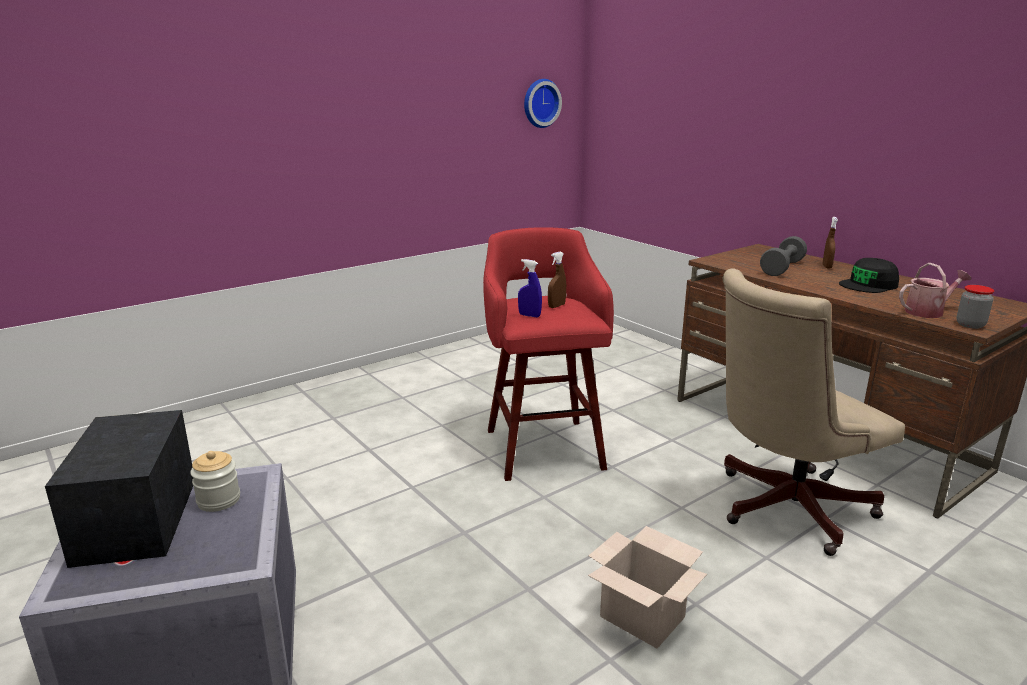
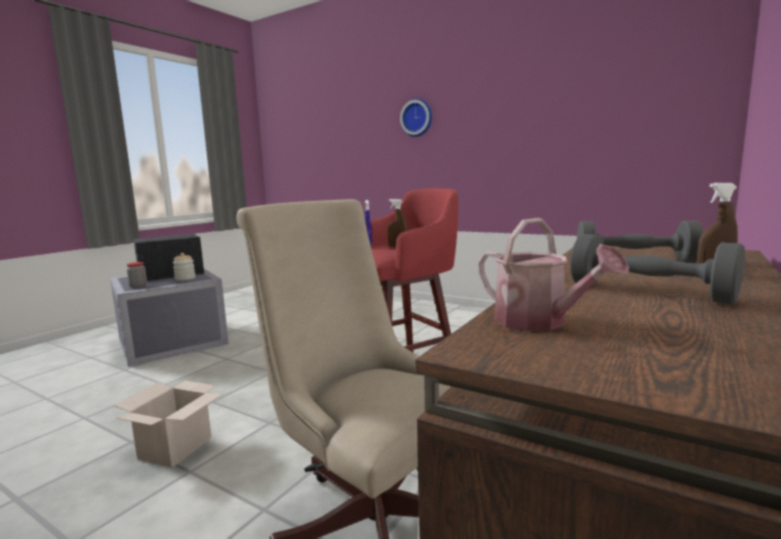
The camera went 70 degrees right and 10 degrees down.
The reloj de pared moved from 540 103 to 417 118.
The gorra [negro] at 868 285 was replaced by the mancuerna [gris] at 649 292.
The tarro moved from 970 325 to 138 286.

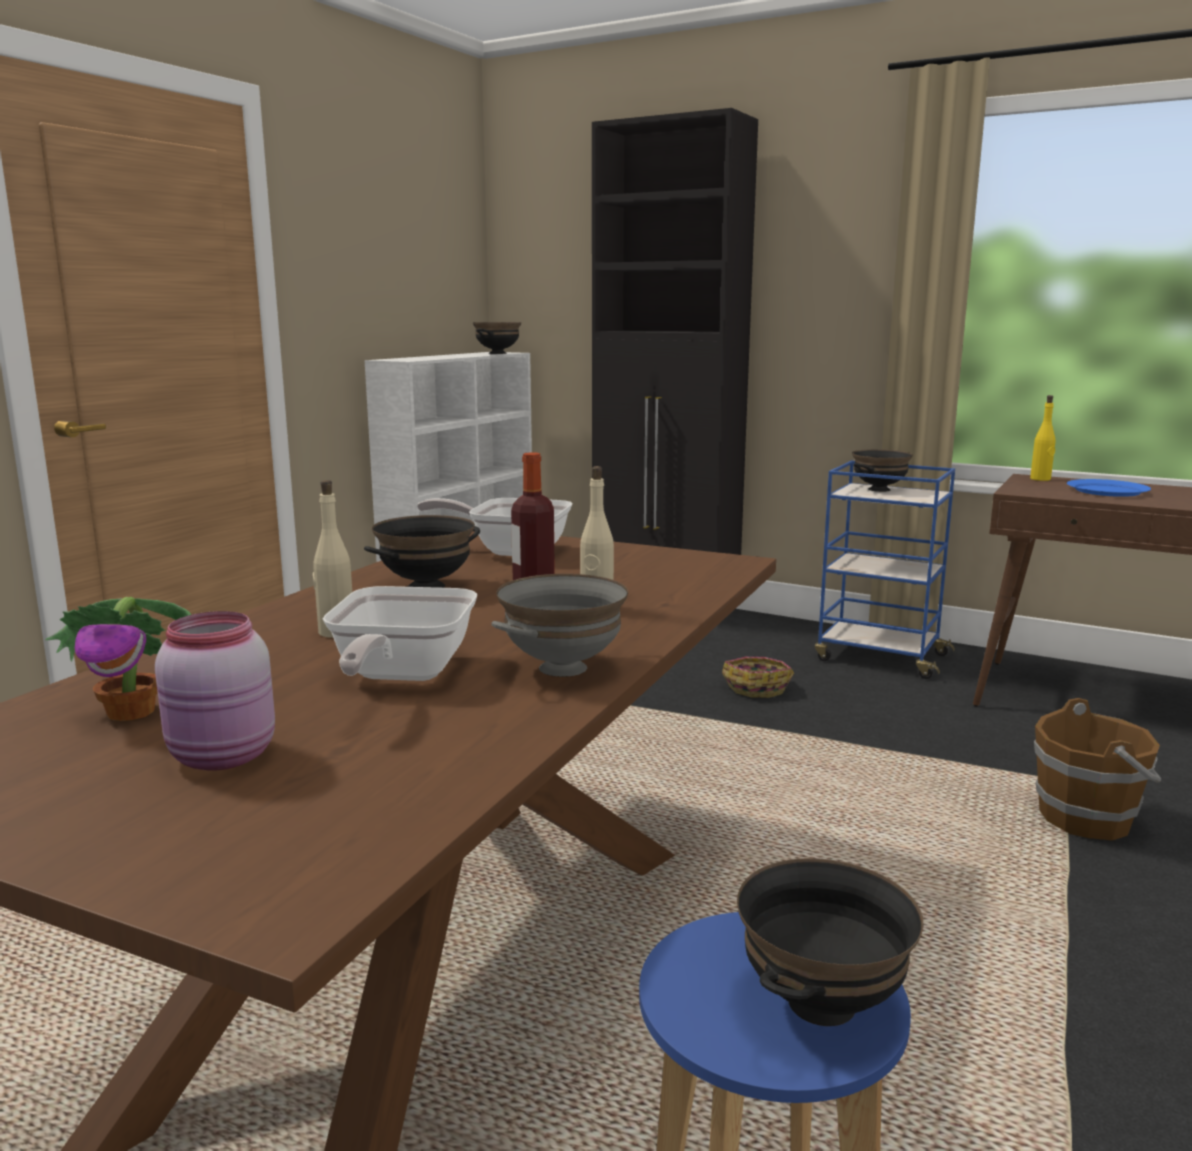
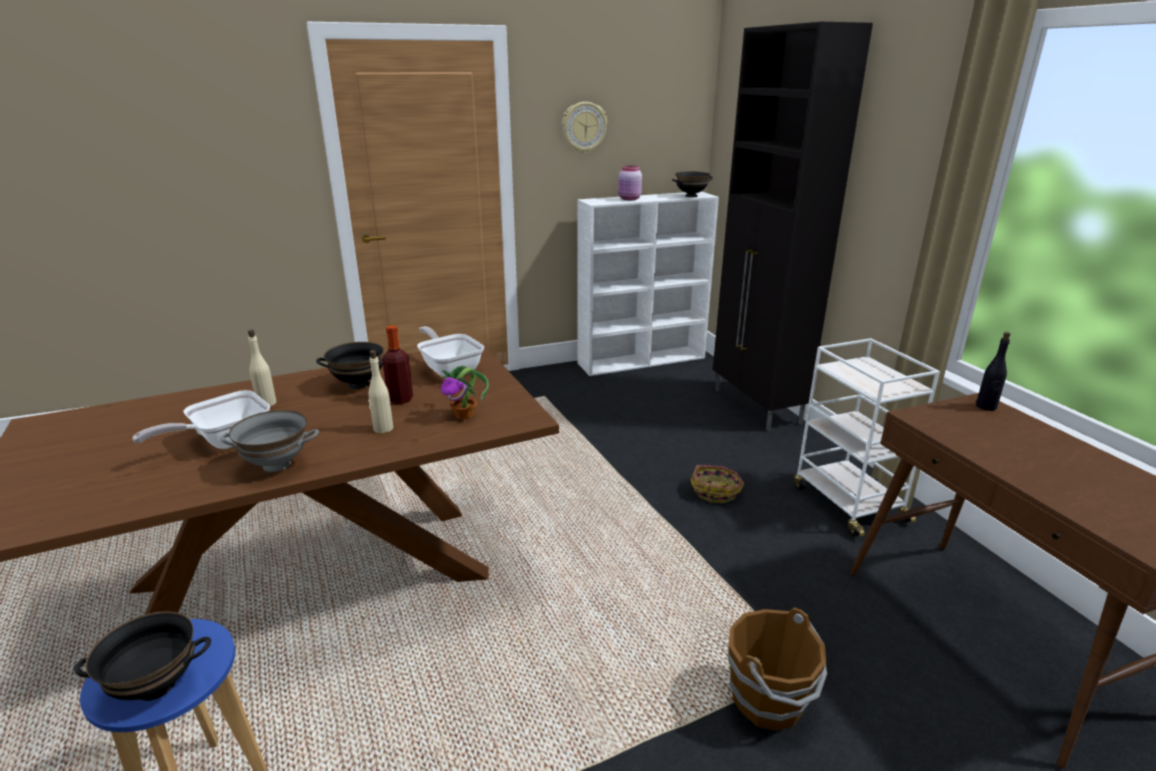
The camera went 40 degrees right and 10 degrees up.
The botella [amarillo] at 1040 479 became the botella [negro] at 986 407.
The cuenco [negro] at 878 489 disappeared.
The carrito [azul] at 879 657 became the carrito [blanco] at 847 503.
The plato [azul] at 1107 491 disappeared.
The planta en maceta moved from 133 712 to 465 415.
The tarro [rosa] moved from 224 757 to 629 199.
The reloj de pared at 584 127 appeared.

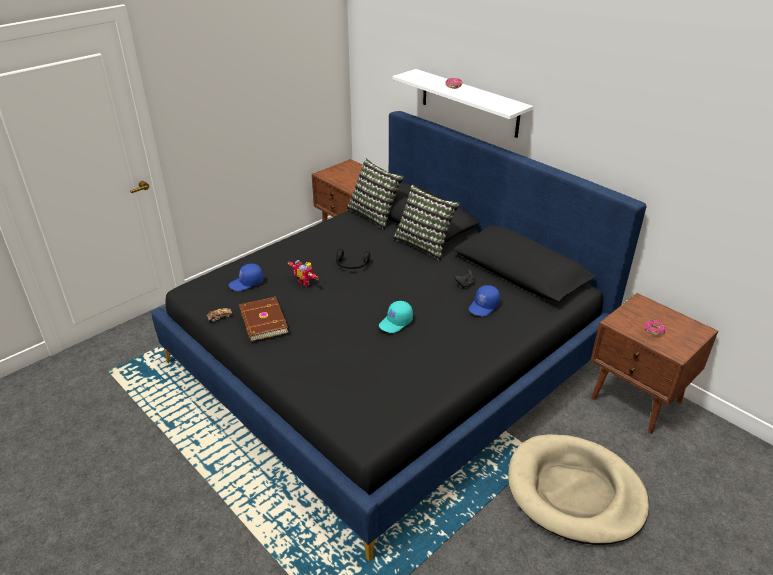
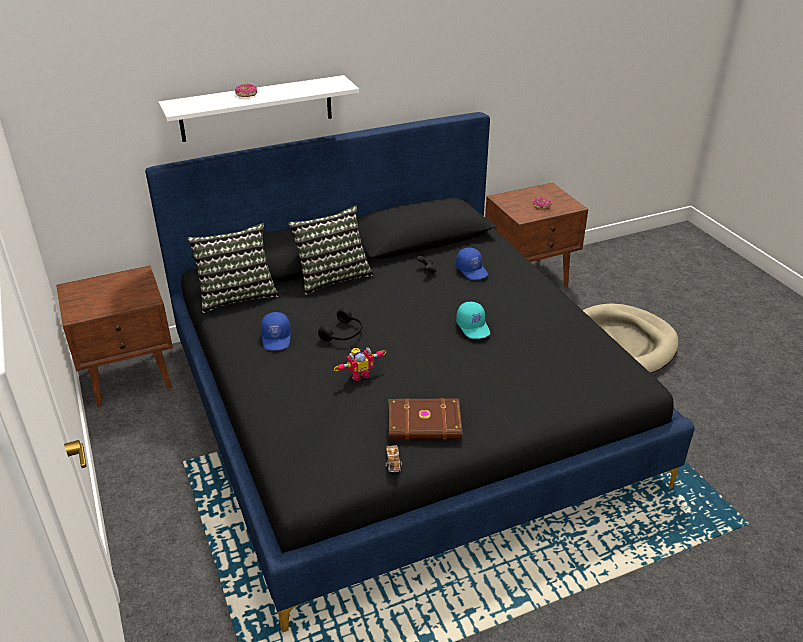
The camera went 70 degrees left and 0 degrees up.
The gorra [azul] moved from 246 283 to 277 338.

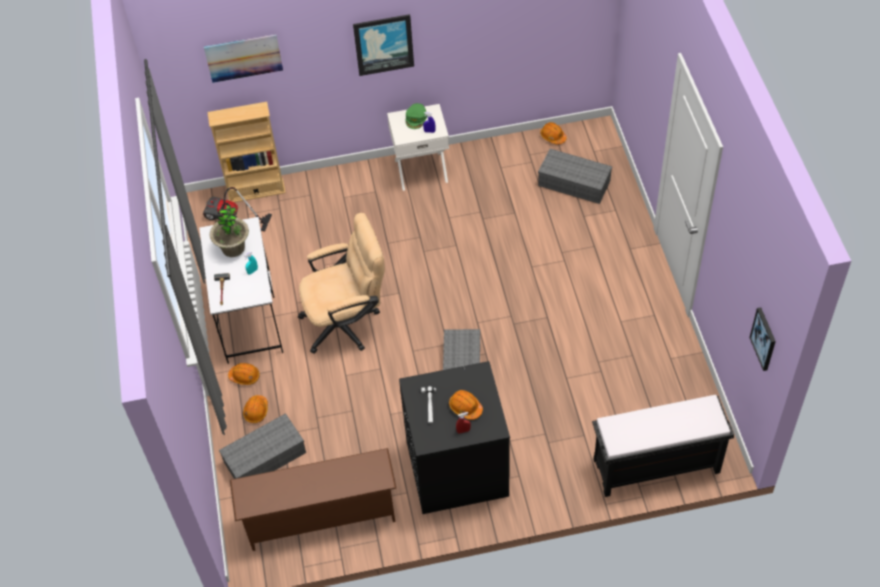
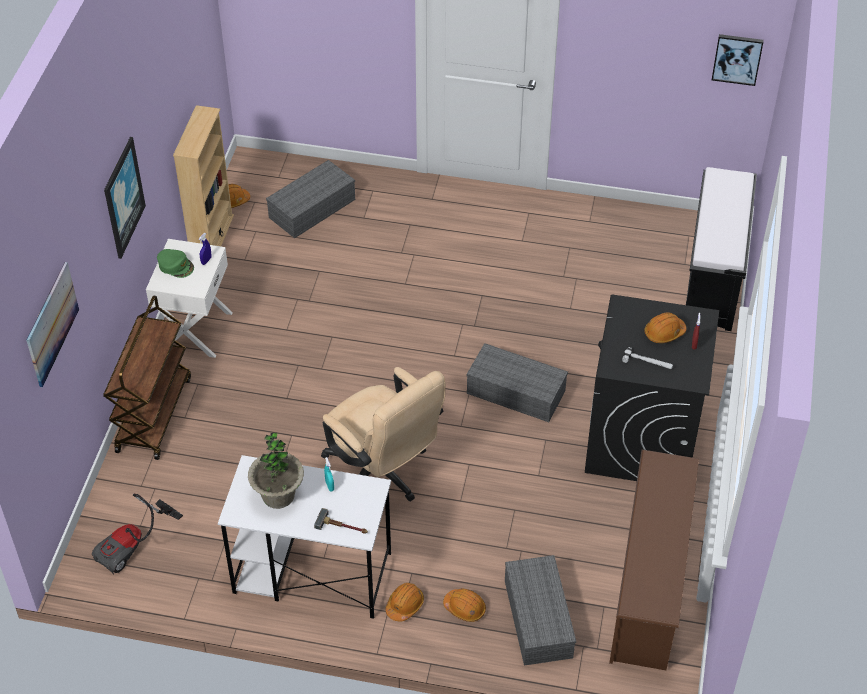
The camera went 70 degrees left and 5 degrees down.
The estantería [beis] moved from 256 191 to 212 238.
The silla de oficina [beis] at 347 322 turned 135 degrees clockwise.
The carrito [marrón] at 153 414 appeared.

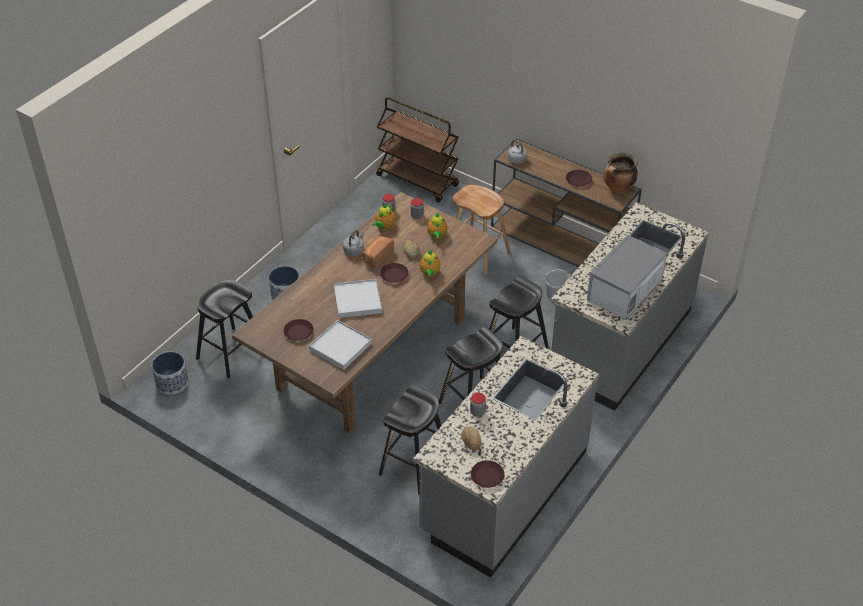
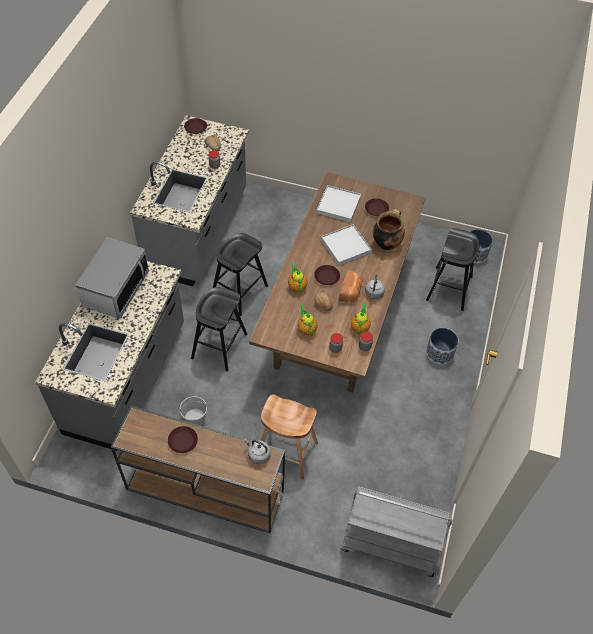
The camera went 160 degrees right and 10 degrees up.
The carrito [marrón] at 418 180 became the carrito [gris] at 389 546.
The olla moved from 618 189 to 386 243.
The taburete [negro] at 414 464 disappeared.

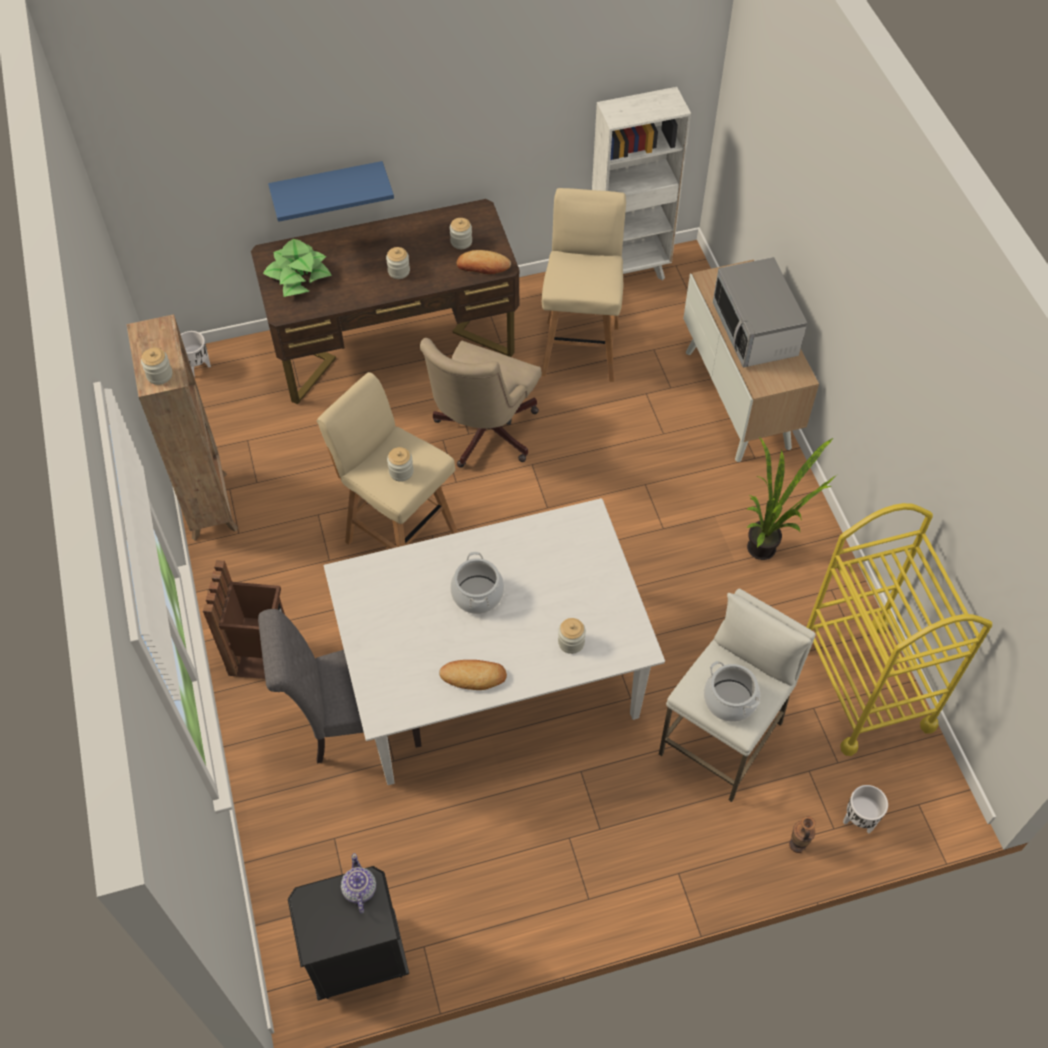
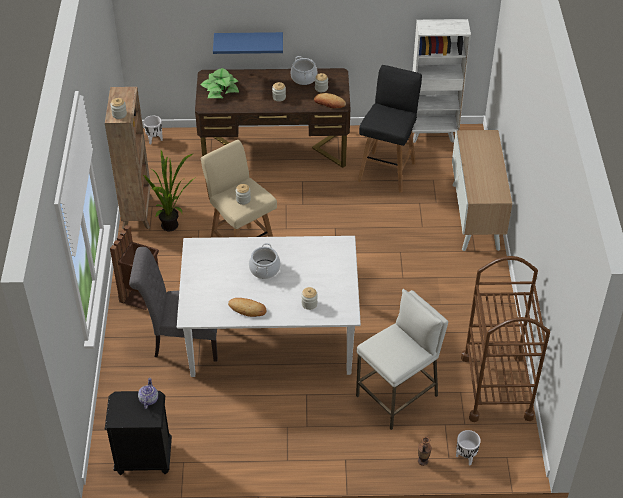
The camera went 15 degrees right and 10 degrees down.
The taburete [beis] at 581 348 became the taburete [negro] at 387 171.
The microondas at 755 331 disappeared.
The silla de oficina [beis] at 482 435 disappeared.
The planta en maceta moved from 768 549 to 174 227.
The carrito [amarillo] at 864 686 became the carrito [marrón] at 496 387.
The olla moved from 729 700 to 303 78.

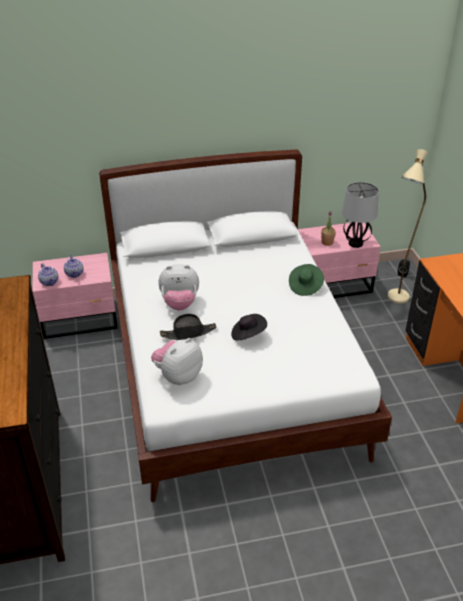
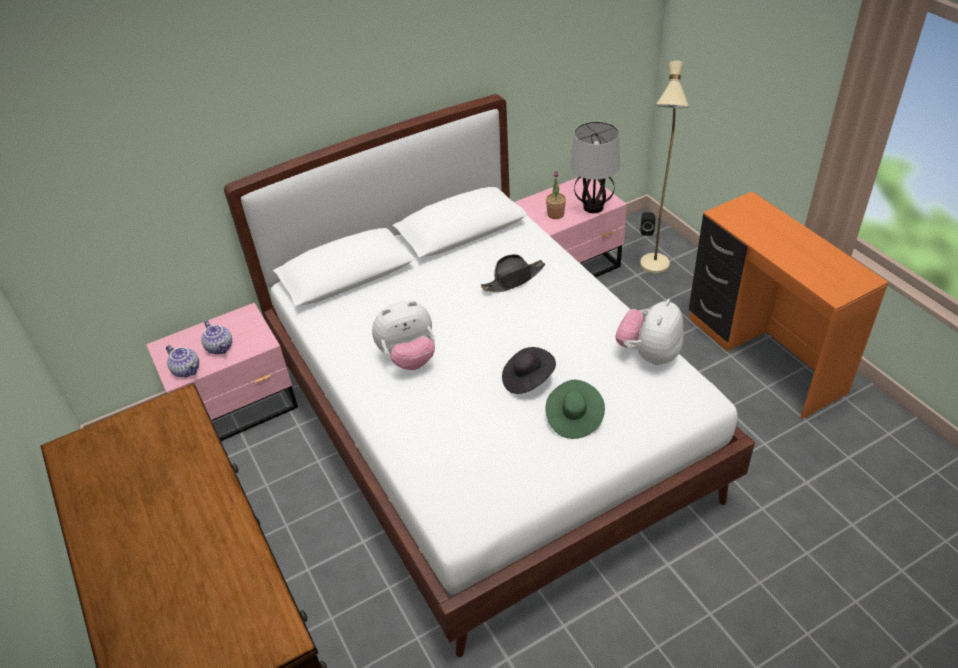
The camera went 15 degrees left and 5 degrees up.
The sombrero [verde] moved from 305 286 to 574 418.
The sombrero [negro] moved from 188 333 to 513 279.
The peluche moved from 178 376 to 649 354.

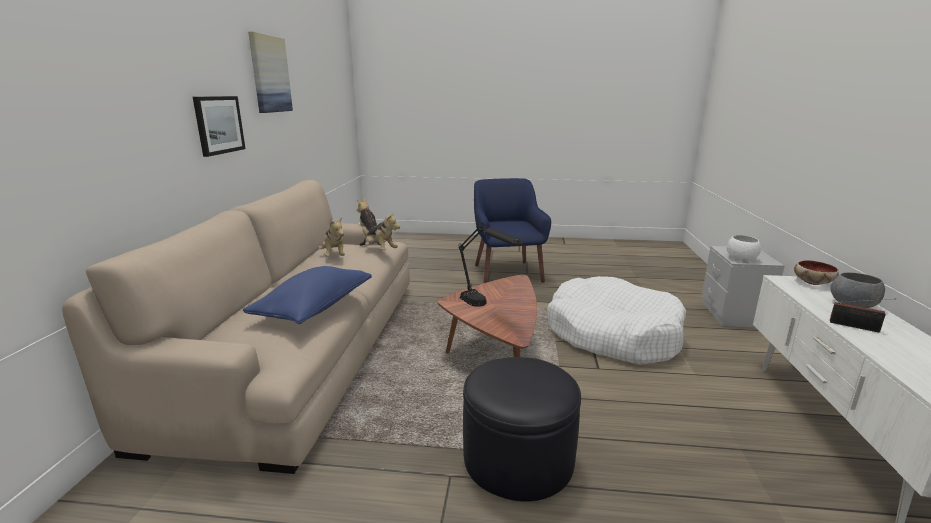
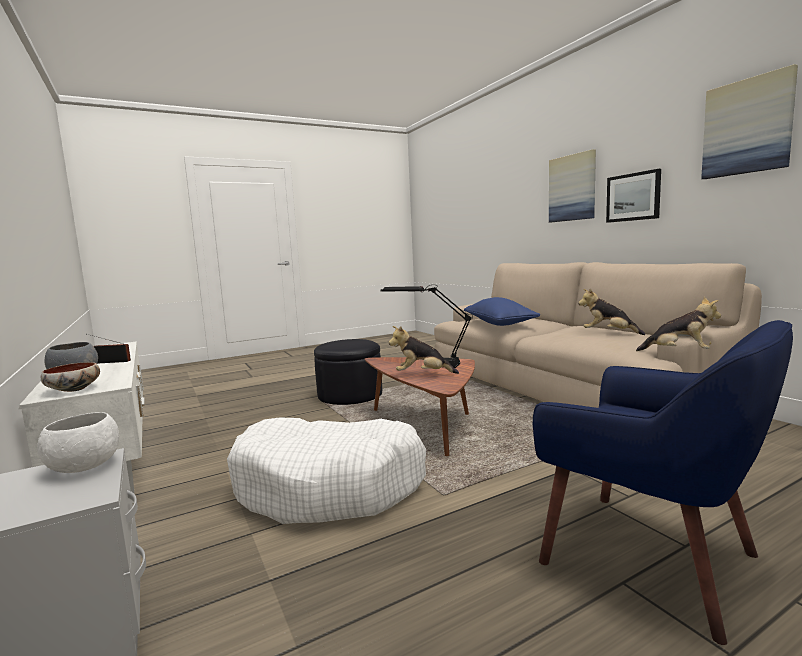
The camera went 145 degrees right and 10 degrees down.
The peluche moved from 379 250 to 422 375.
The cuadro at 572 188 appeared.

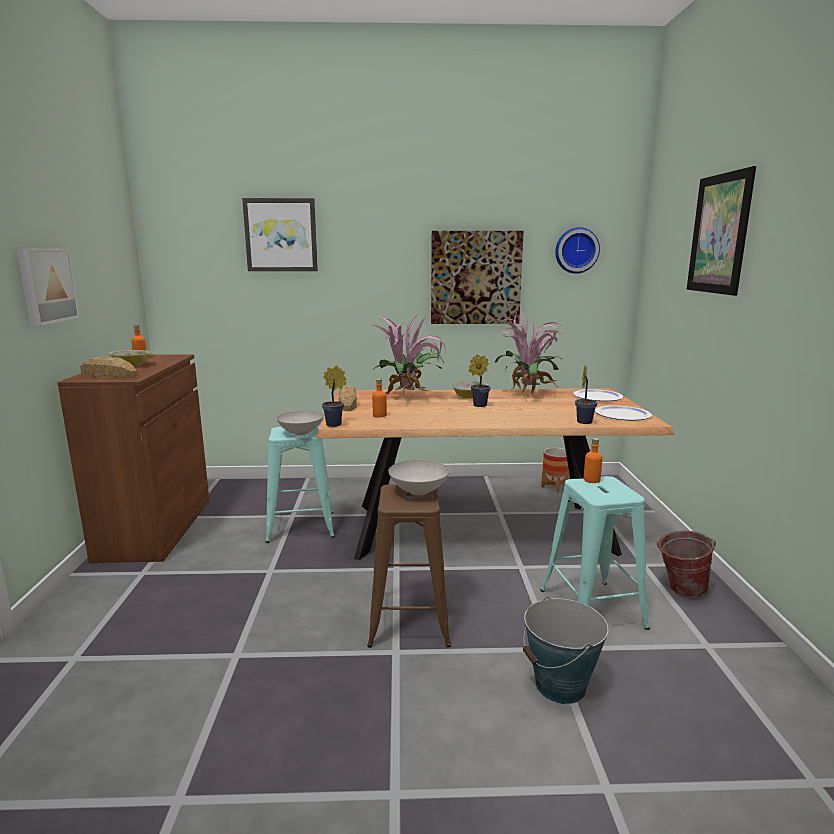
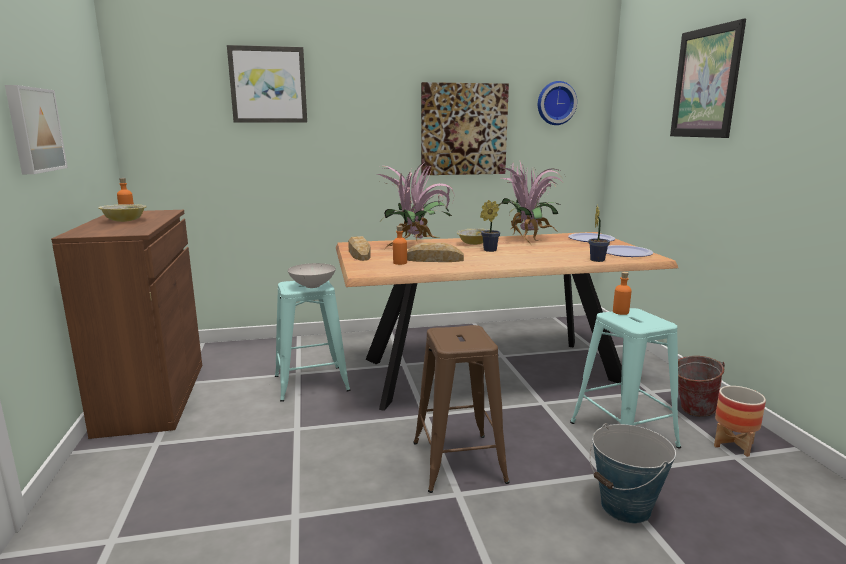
The camera went 10 degrees left and 0 degrees up.
The pan moved from 108 375 to 434 259.
The planta en maceta at 335 424 disappeared.
The maceta moved from 555 487 to 733 445.
The cuenco [blanco] at 419 491 disappeared.

